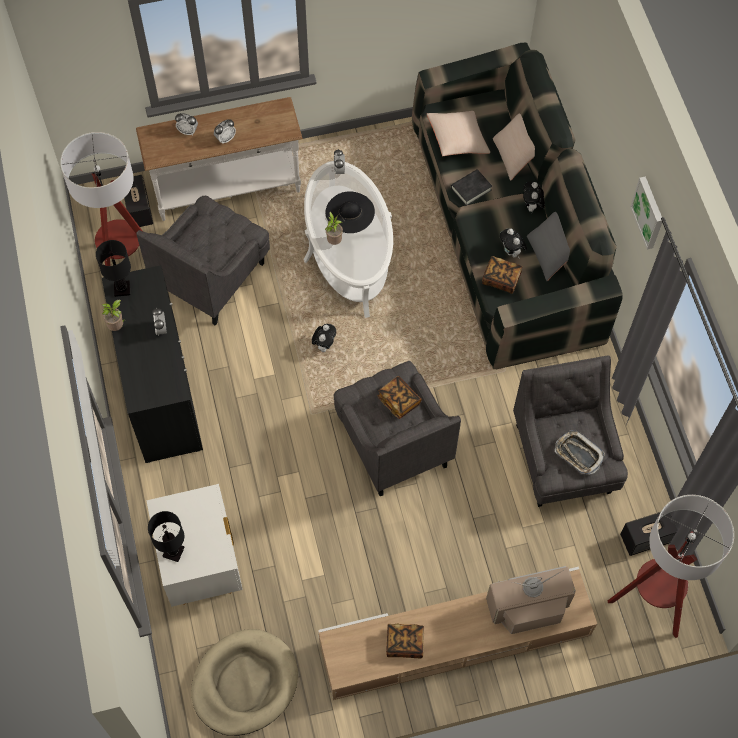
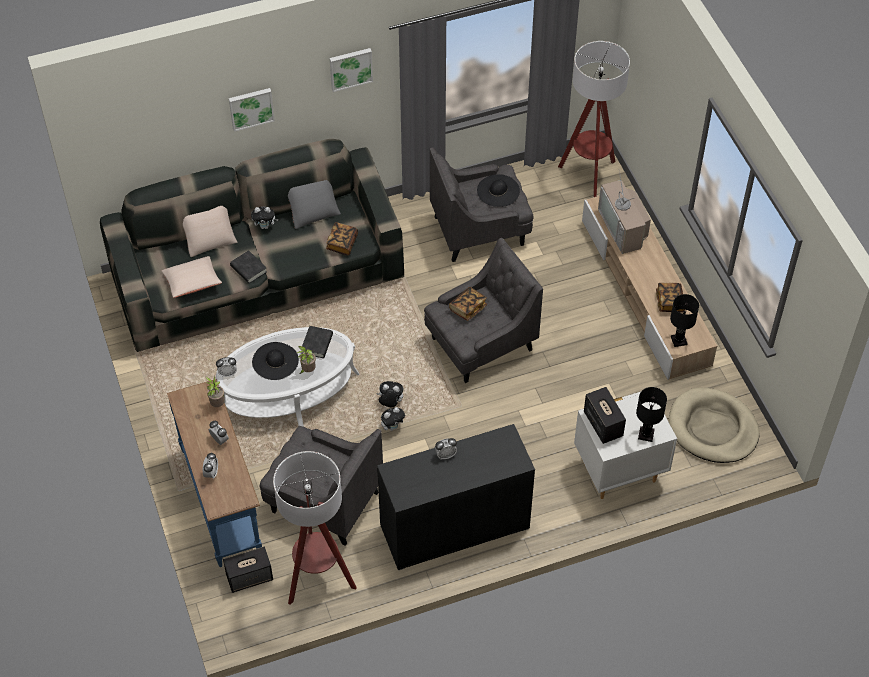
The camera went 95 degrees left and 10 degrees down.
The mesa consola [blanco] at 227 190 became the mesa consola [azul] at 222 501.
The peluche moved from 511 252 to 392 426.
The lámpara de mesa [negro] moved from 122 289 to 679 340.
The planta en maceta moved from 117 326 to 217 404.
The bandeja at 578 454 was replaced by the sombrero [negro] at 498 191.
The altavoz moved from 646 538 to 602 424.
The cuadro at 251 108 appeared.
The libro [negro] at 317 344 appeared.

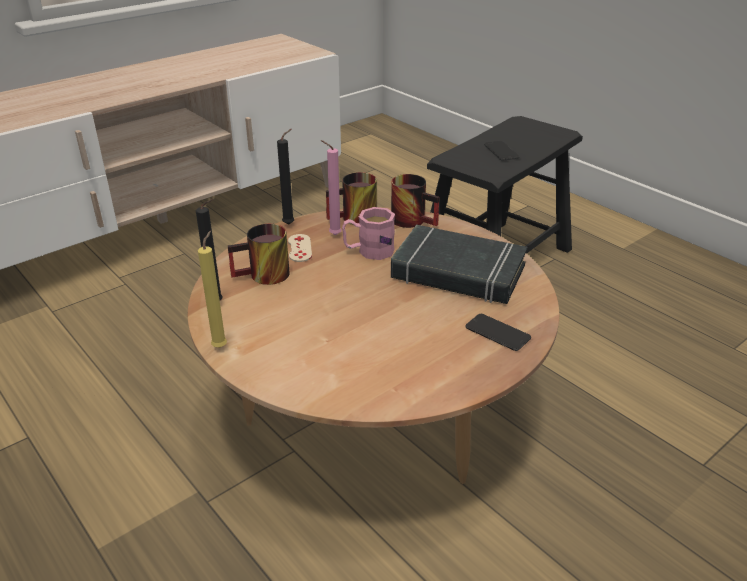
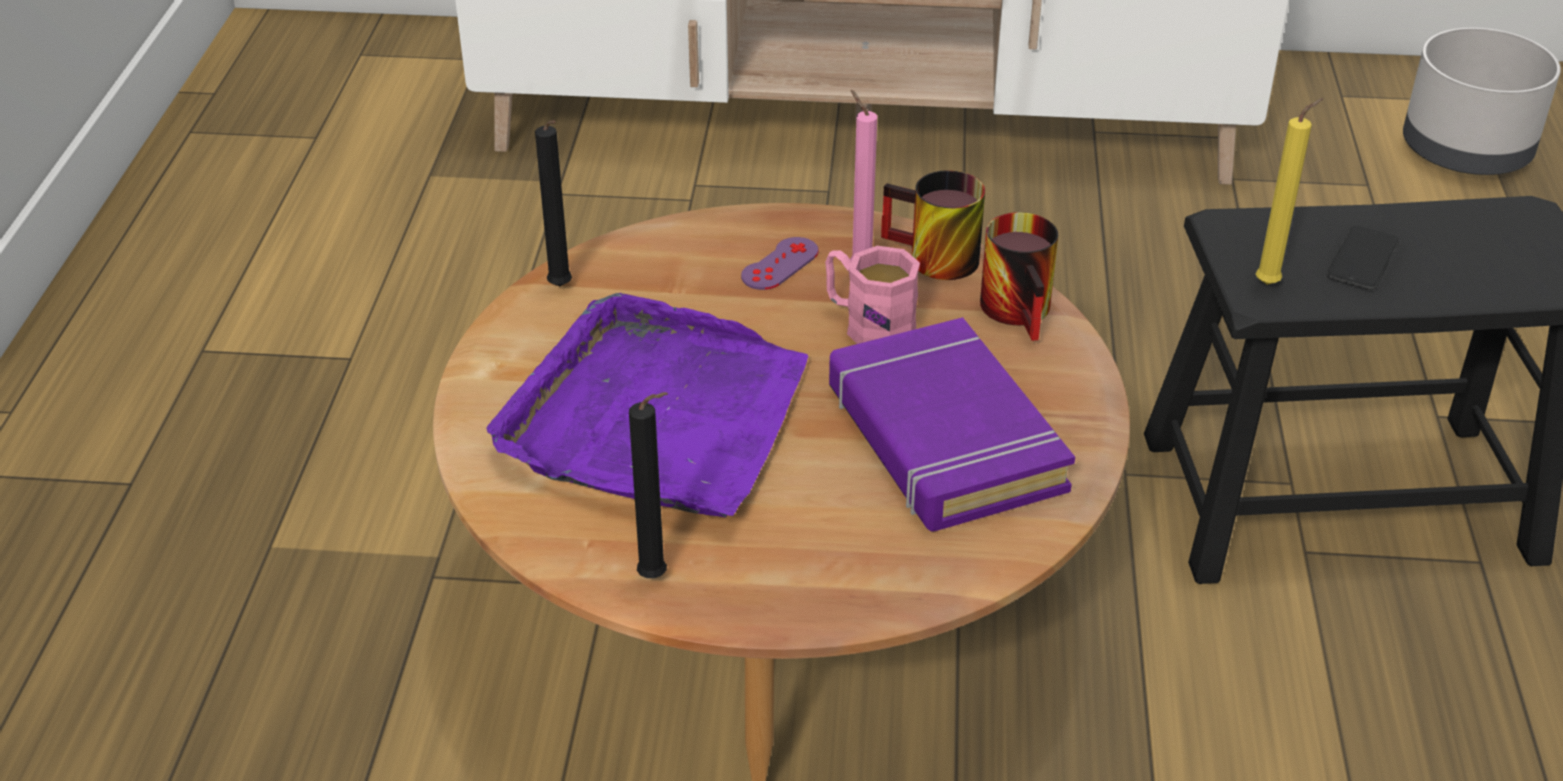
The camera went 45 degrees right and 5 degrees up.
The vela [negro] moved from 290 224 to 657 578.
The taza grande at 263 277 disappeared.
The libro [negro] at 457 273 became the libro [morado] at 943 438.
The vela [amarillo] moved from 221 346 to 1270 283.
The mando de consola [beis] at 299 248 became the mando de consola [morado] at 780 264.
The móvil at 497 333 disappeared.
The maceta [gris] at 1467 152 appeared.
The bandeja [morado] at 656 417 appeared.

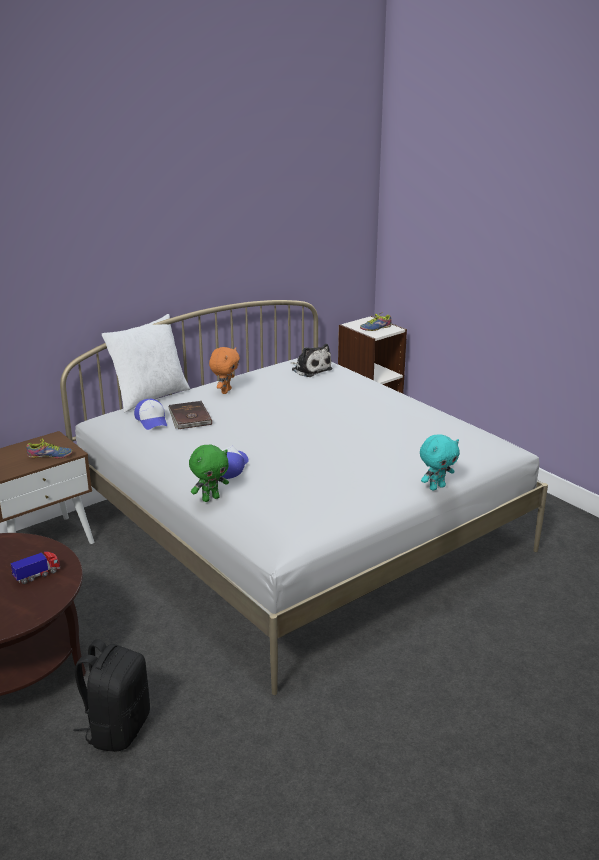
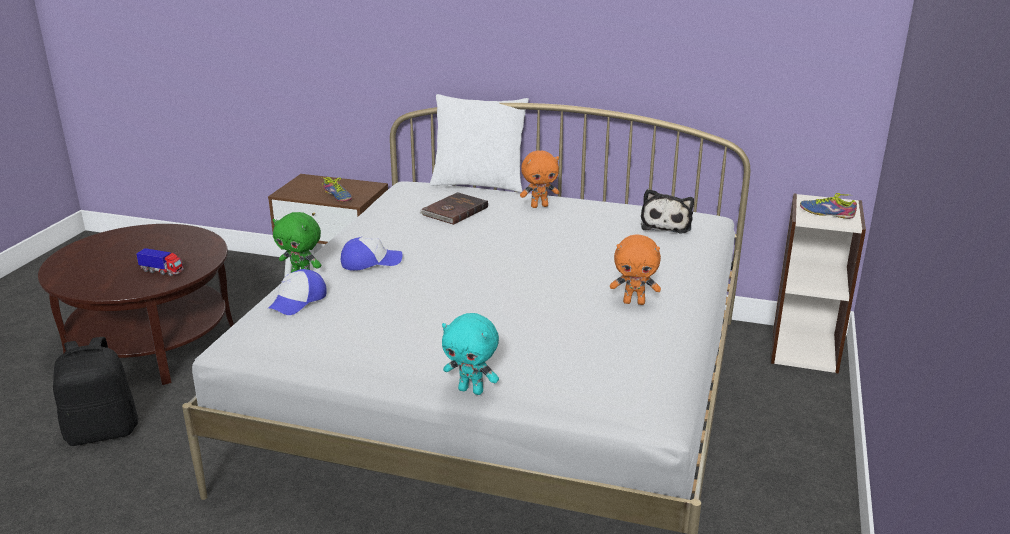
The camera went 55 degrees right and 0 degrees up.
The gorra moved from 152 420 to 298 301.
The peluche [naranja] at 634 302 appeared.

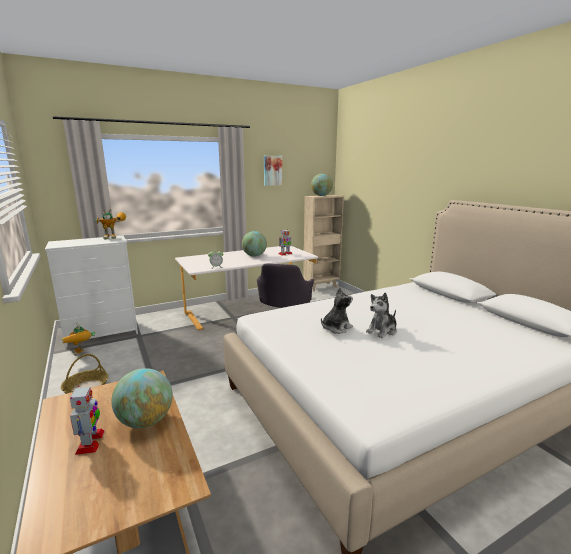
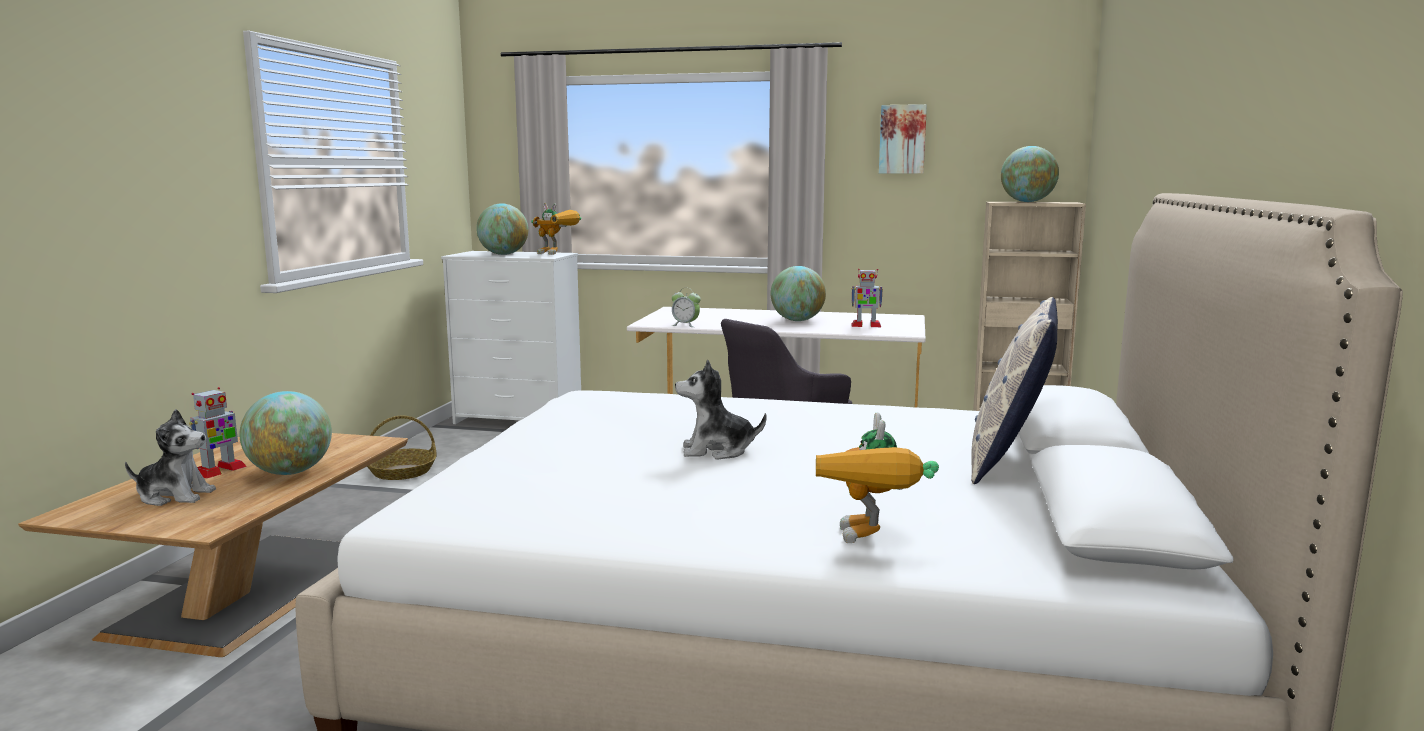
The camera went 40 degrees right and 5 degrees down.
The peluche moved from 336 328 to 175 496.
The robot de juguete moved from 82 353 to 872 543.
The globo terráqueo at 503 254 appeared.
The cojín at 1008 461 appeared.

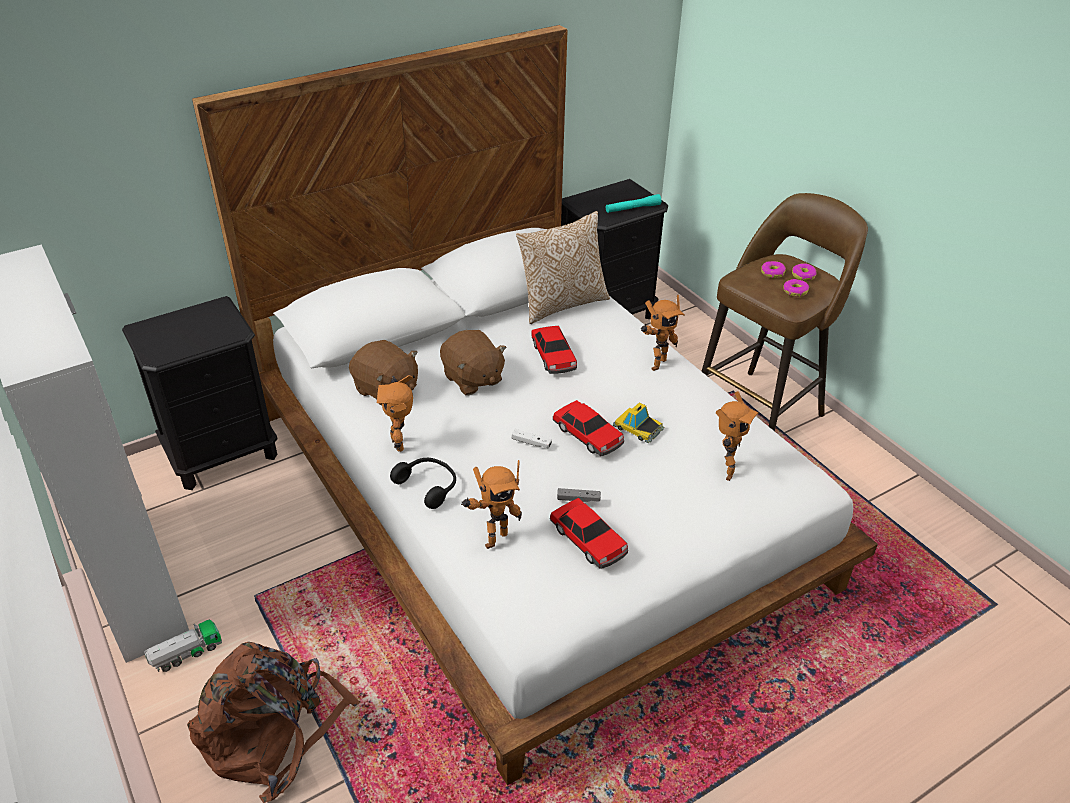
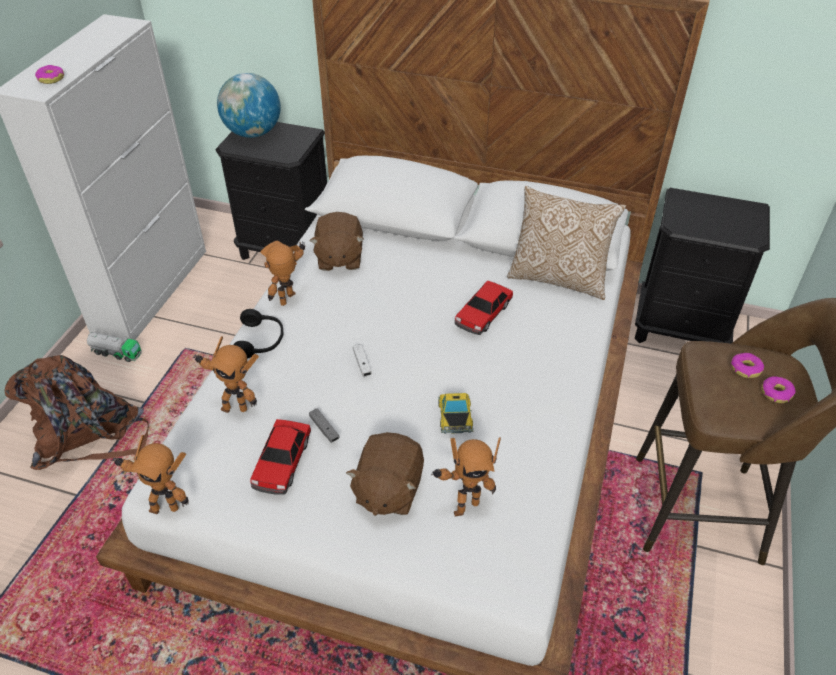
The camera went 50 degrees right and 5 degrees up.
The linterna [turquesa] at 632 208 disappeared.
The rosquilla moved from 795 291 to 51 79.
The robot de juguete moved from 655 363 to 165 506.
The peluche [marrón] moved from 472 379 to 388 490.
The coche de juguete at 588 435 disappeared.
The globo terráqueo at 253 133 appeared.

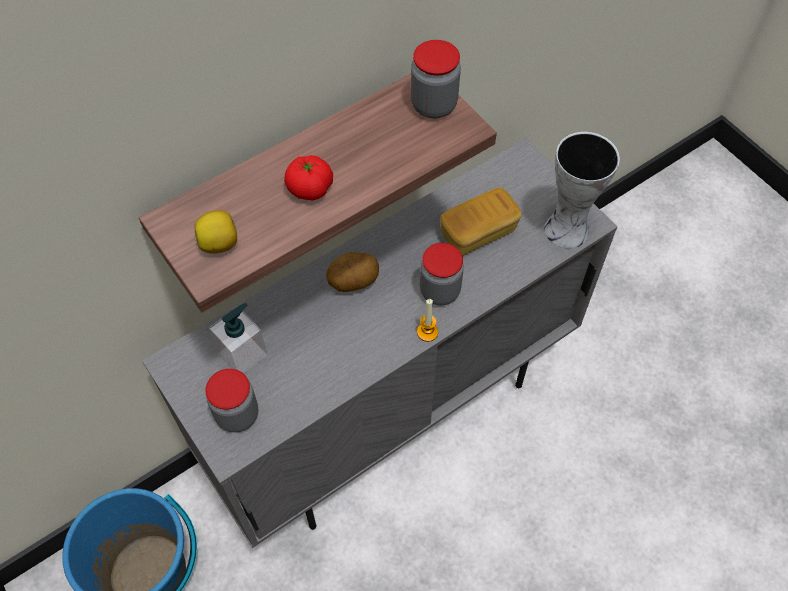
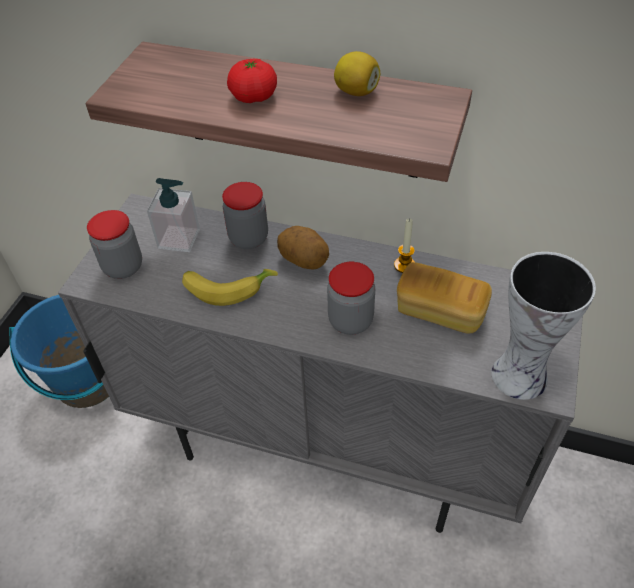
The camera went 55 degrees right and 10 degrees down.
The tarro moved from 433 105 to 248 238.
The limón moved from 219 243 to 356 92.
The vela moved from 427 332 to 404 265.
The plátano at 227 287 appeared.

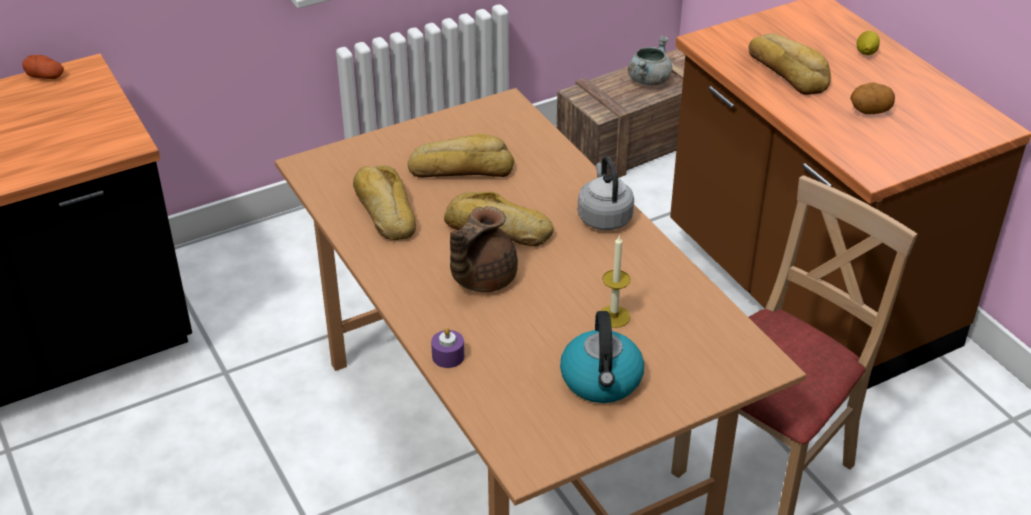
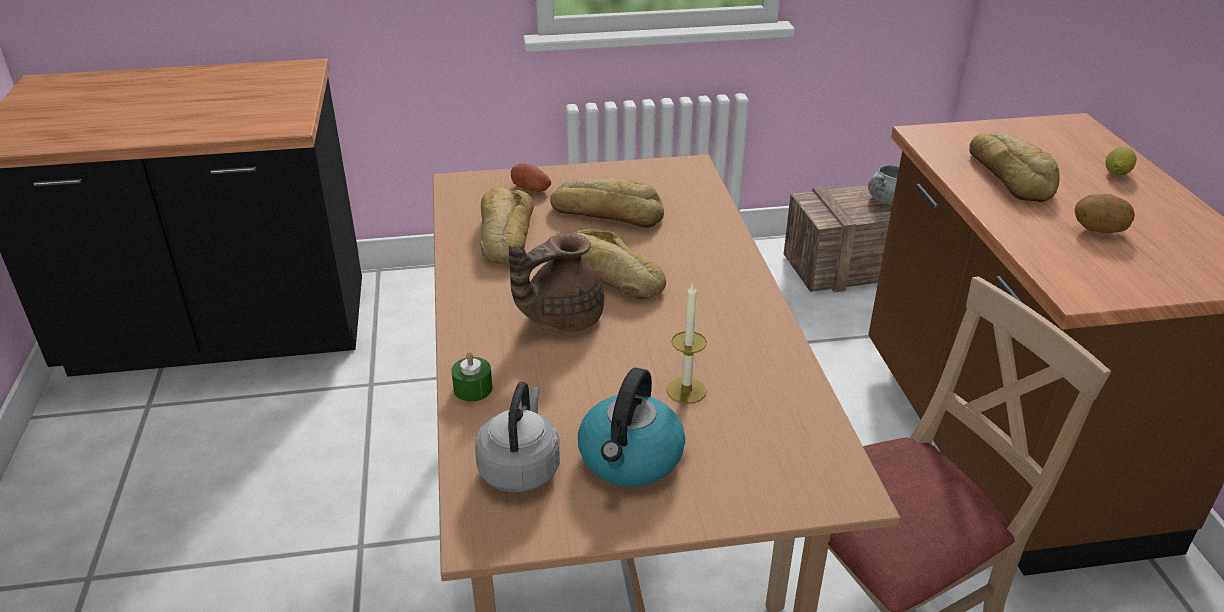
The camera went 20 degrees right and 5 degrees down.
The patata moved from 45 76 to 531 188.
The hervidor [gris] moved from 604 216 to 520 467.
The vela [morado] at 448 356 became the vela [verde] at 473 388.

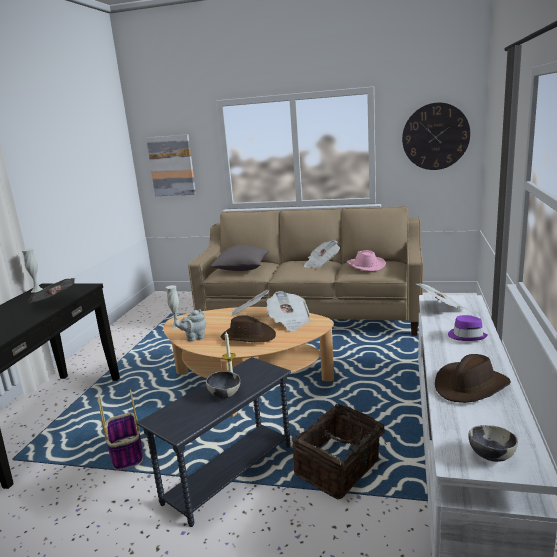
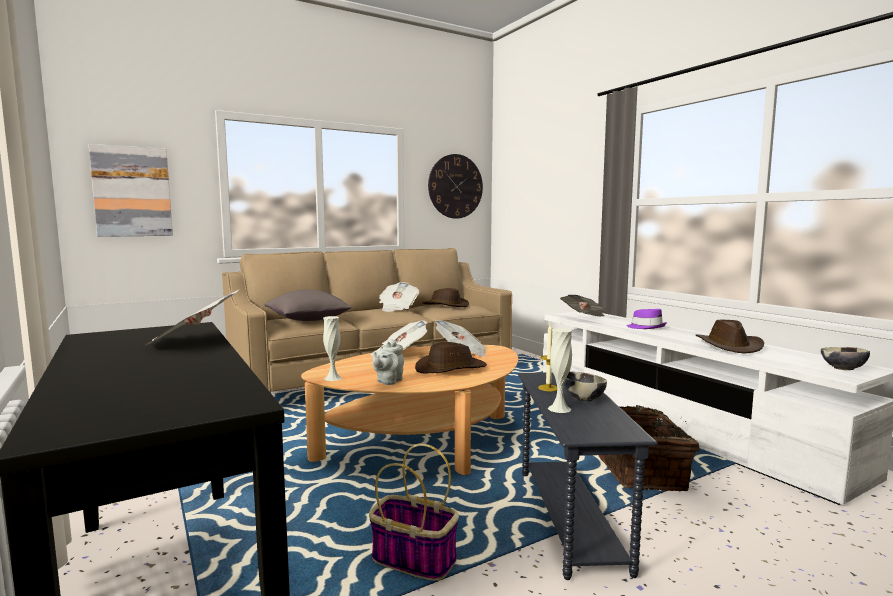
The camera went 45 degrees left and 10 degrees down.
The florero [blanco] moved from 37 290 to 559 408.
The sombrero [rosa] at 365 266 became the sombrero [marrón] at 445 305.

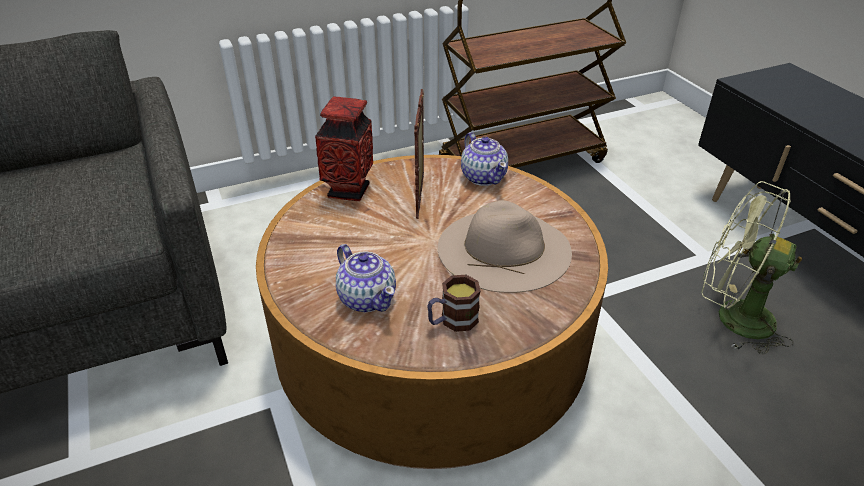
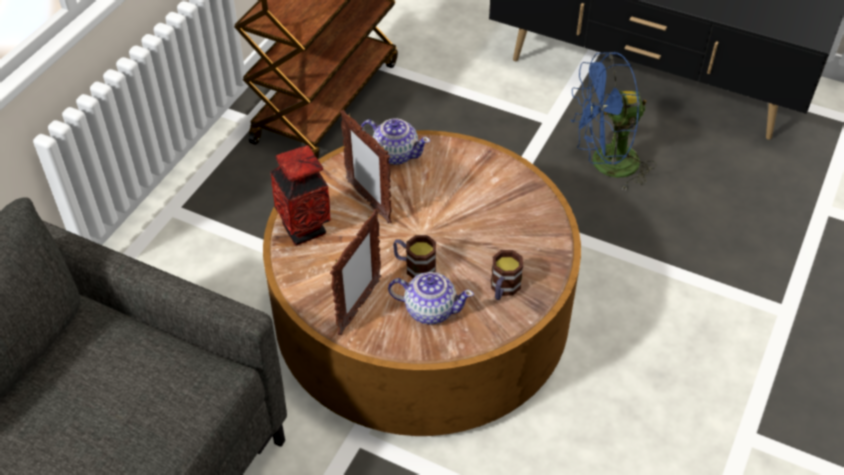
The camera went 40 degrees left and 10 degrees up.
The ventilador [verde] at 732 317 became the ventilador [azul] at 605 165.
The sombrero [beis] at 504 249 disappeared.
The portarretratos at 359 307 appeared.
The taza grande at 414 266 appeared.

